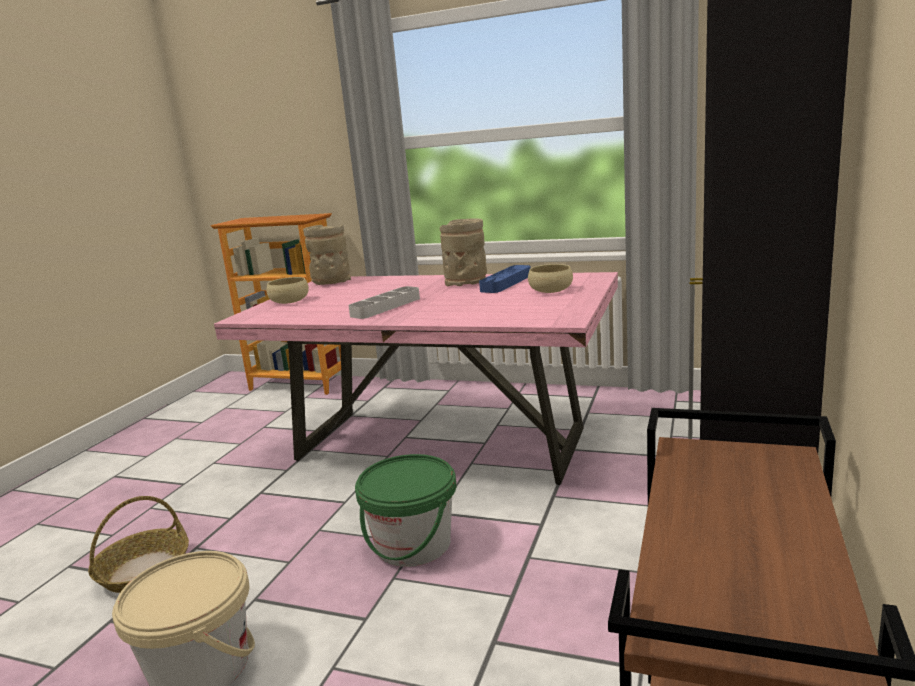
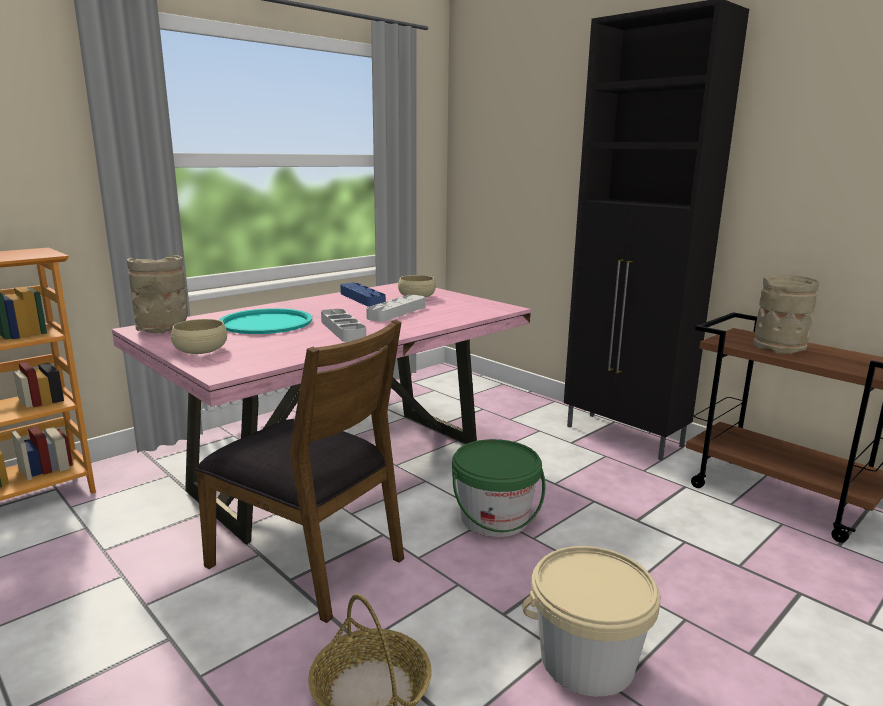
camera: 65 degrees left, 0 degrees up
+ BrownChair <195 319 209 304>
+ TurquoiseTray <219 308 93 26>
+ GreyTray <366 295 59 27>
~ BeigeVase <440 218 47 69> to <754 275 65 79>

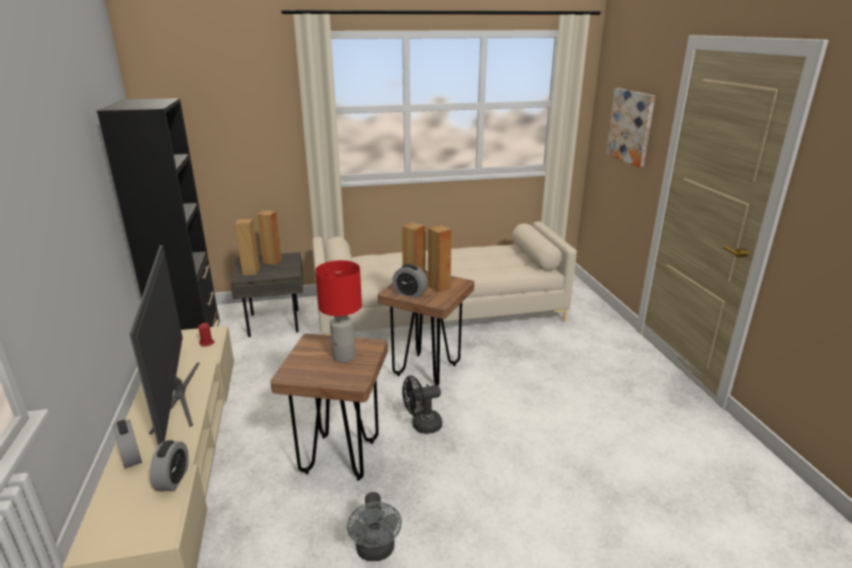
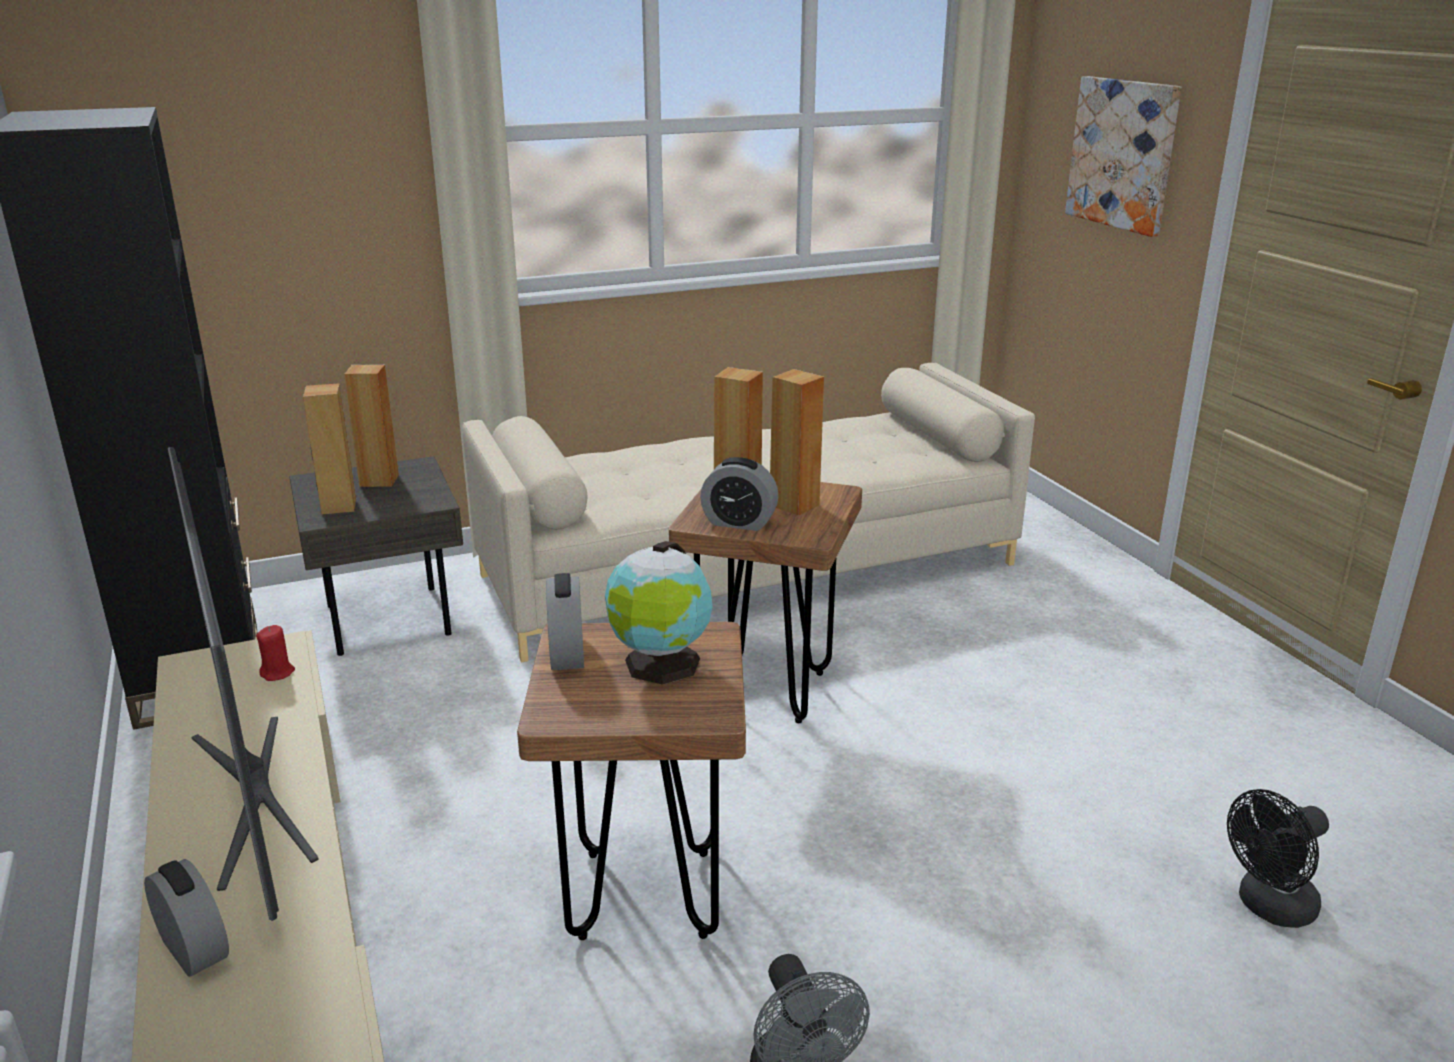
camera: 10 degrees left, 0 degrees up
~ AlarmClock <150 440 39 51> to <546 573 38 97>
~ BlackFan <402 375 40 59> to <1227 789 102 139>
~ RedTableLamp <315 260 47 102> to Globe <605 541 108 144>

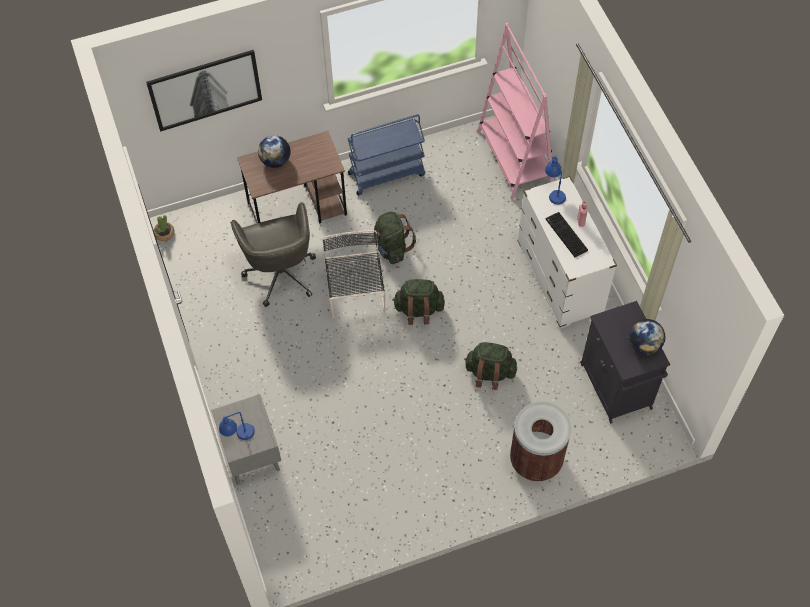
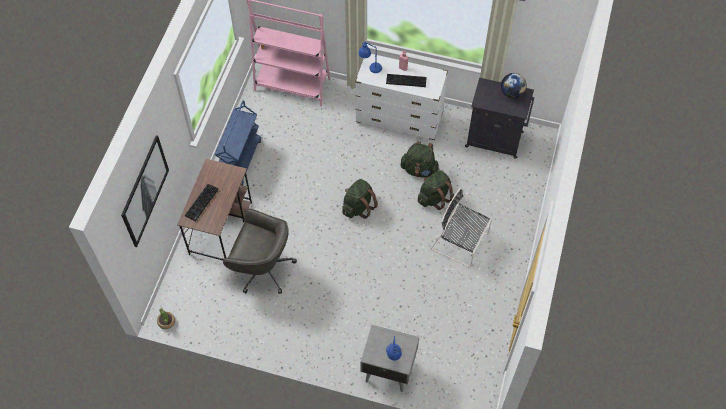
camera: 55 degrees left, 0 degrees up
- BrownTrashCan <510 402 61 79>
~ BlackChair <323 230 63 88> to <431 188 61 79>
~ GreenBackpack <372 212 44 52> to <401 141 39 37>
~ Globe <258 135 33 33> to Keyboard <185 184 34 37>

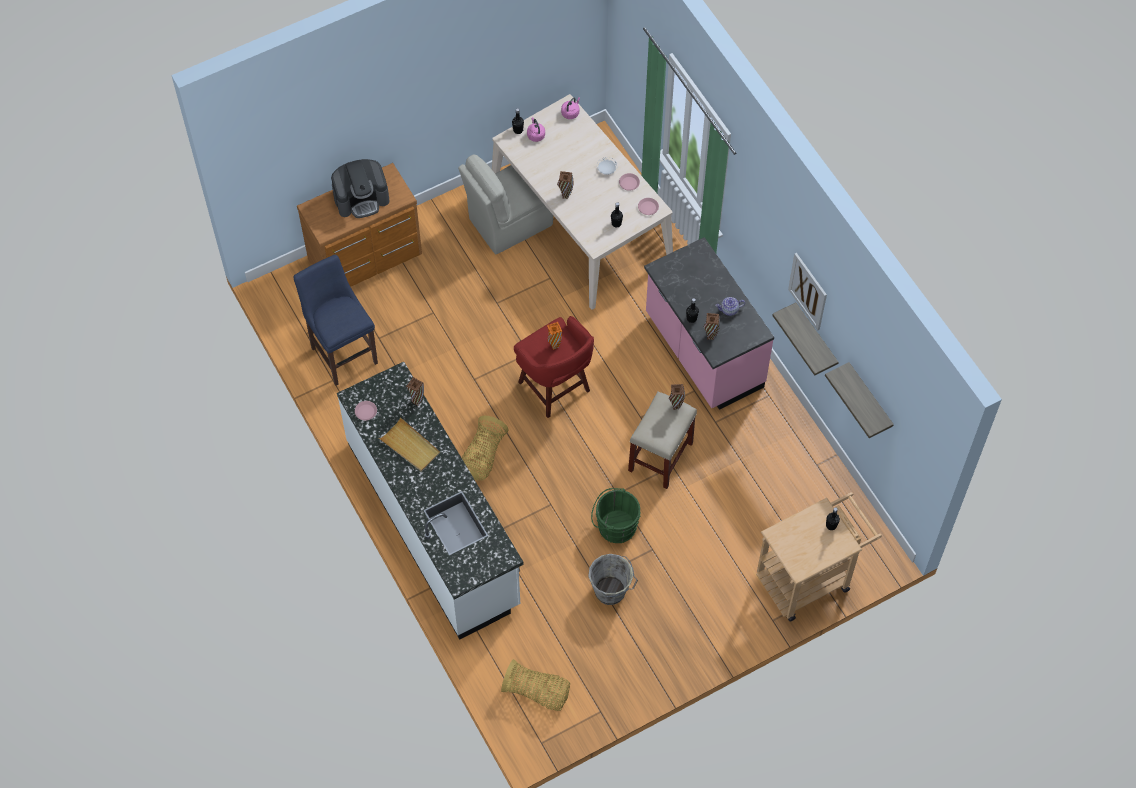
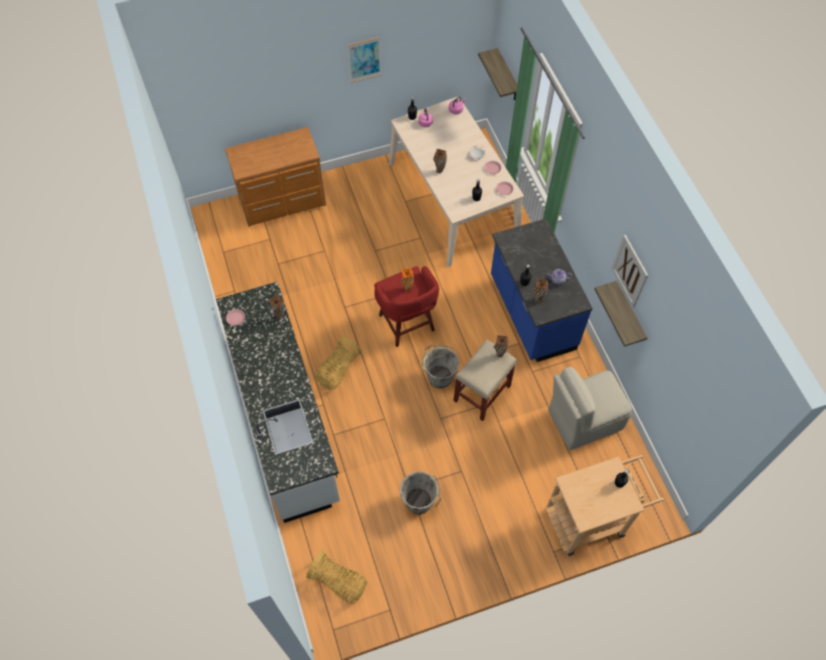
camera: 10 degrees right, 0 degrees up
- BlueStool <294 255 84 131>
- CoffeeMachine <331 159 59 59>
- BeigeTray <379 417 61 55>
- GreenBucket <591 488 50 55>
+ Picture <348 37 33 46>
+ GreyBucket <422 345 37 44>
~ BeigeChair <458 154 95 100> to <548 367 84 83>
~ Shelf <825 362 69 76> to <478 48 39 52>
~ PinkCounter <644 237 130 173> to BlueCounter <491 218 102 144>

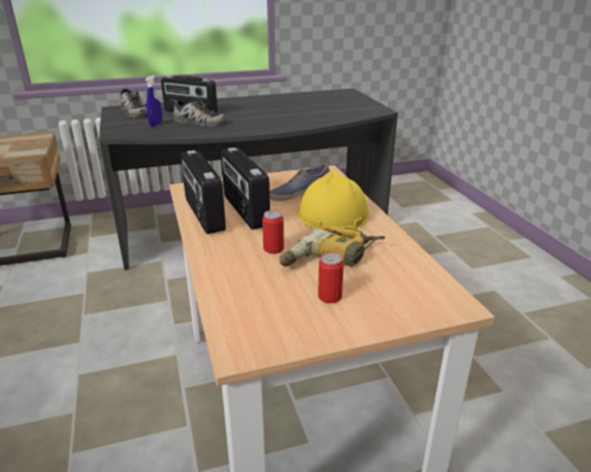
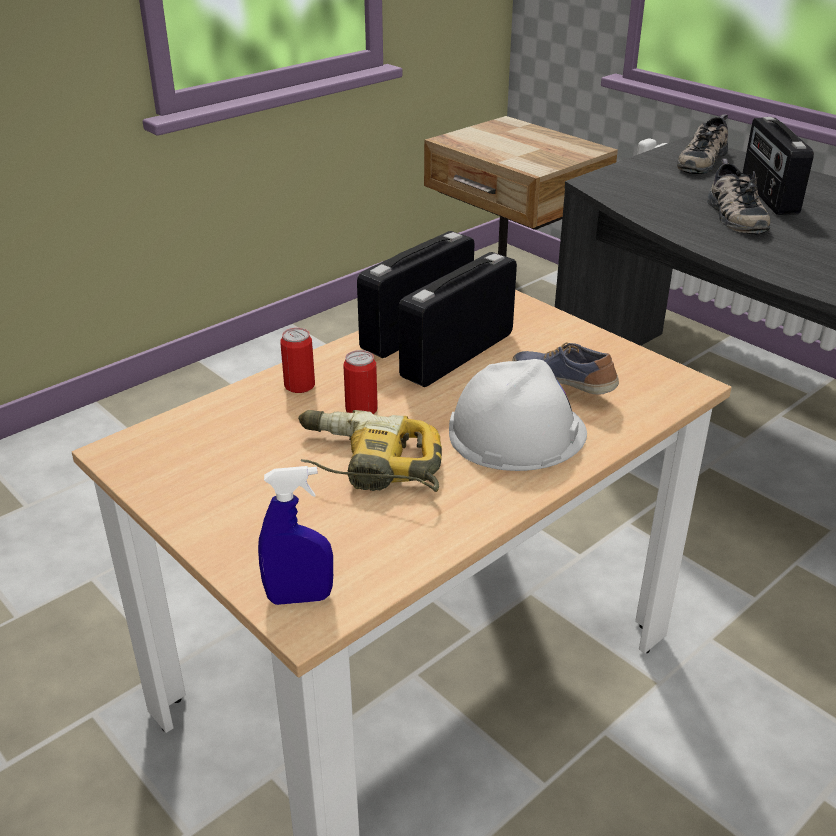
camera: 65 degrees right, 5 degrees up
~ BlueSprayBottle <145 75 18 52> to <258 466 75 139>
~ Can <318 253 26 50> to <280 328 35 65>
~ YellowHardHat <298 170 71 60> to WhiteHardHat <449 359 138 112>

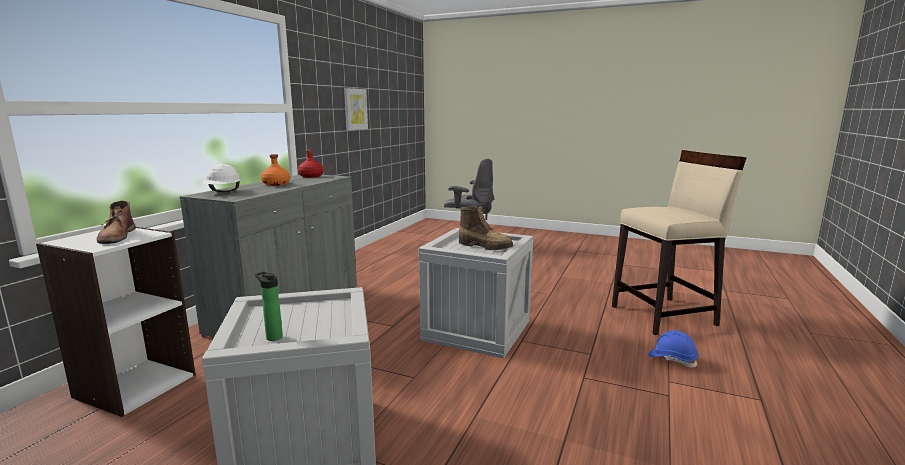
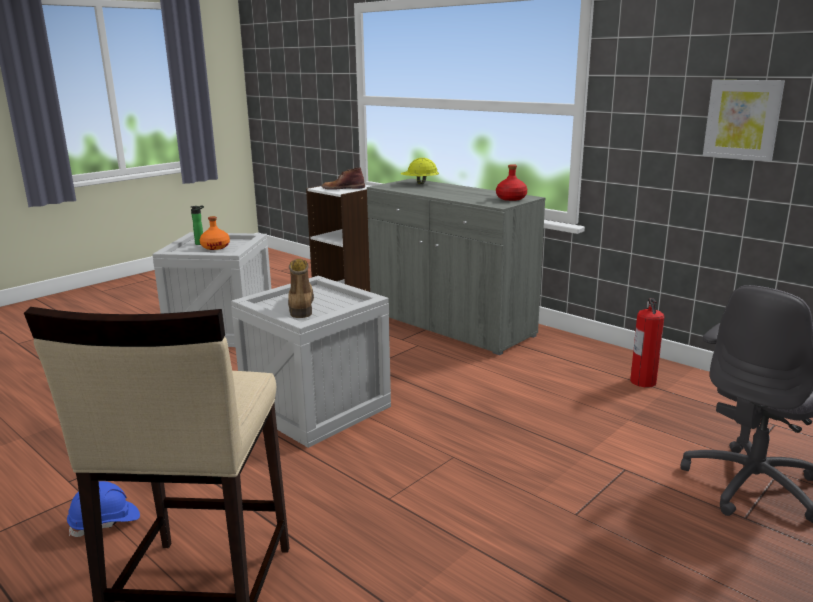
camera: 110 degrees right, 5 degrees up
+ FireExtinguisher <630 298 34 89>
~ OrangeBottle <261 154 29 32> to <200 216 30 34>
~ WhiteHardHat <202 163 39 29> to YellowHardHat <401 158 38 26>
~ Boot <459 206 54 44> = <288 259 26 59> 120 degrees clockwise

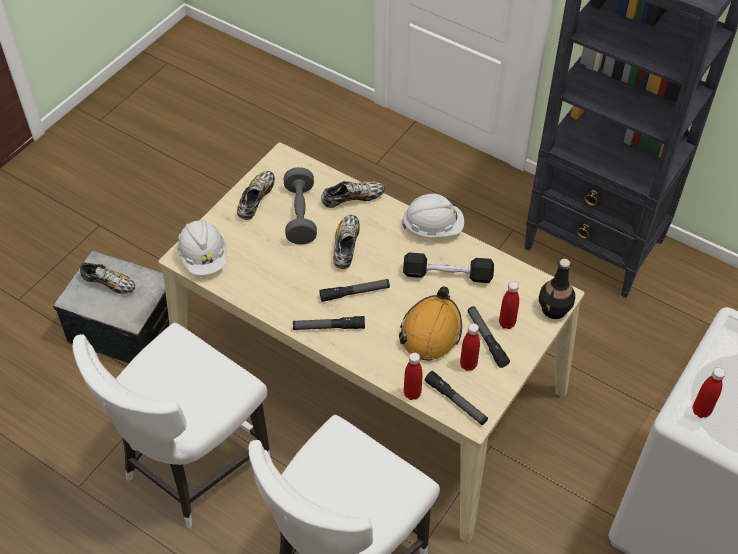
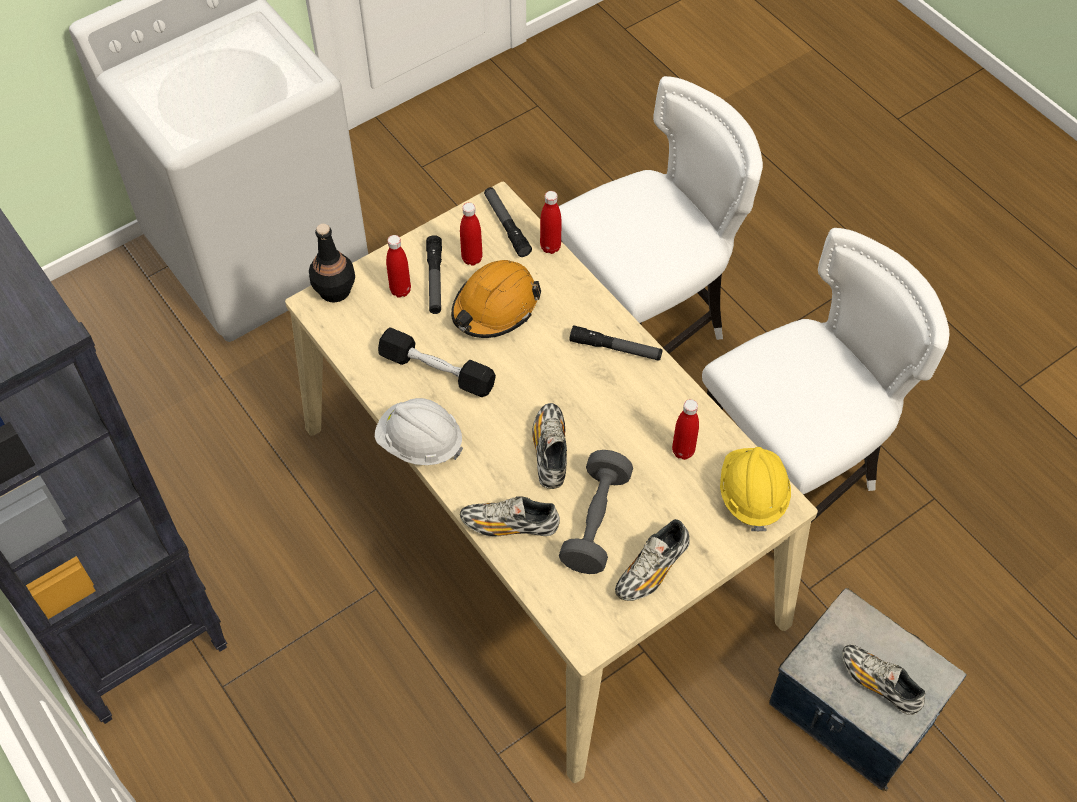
camera: 160 degrees left, 5 degrees up
- Flashlight <319 279 71 23>
~ RedBottle <693 367 32 51> to <672 399 27 61>
~ WhiteHardHat <177 219 50 56> to YellowHardHat <720 447 71 84>
~ Shoe <333 215 27 54> = <532 403 35 86> 150 degrees clockwise

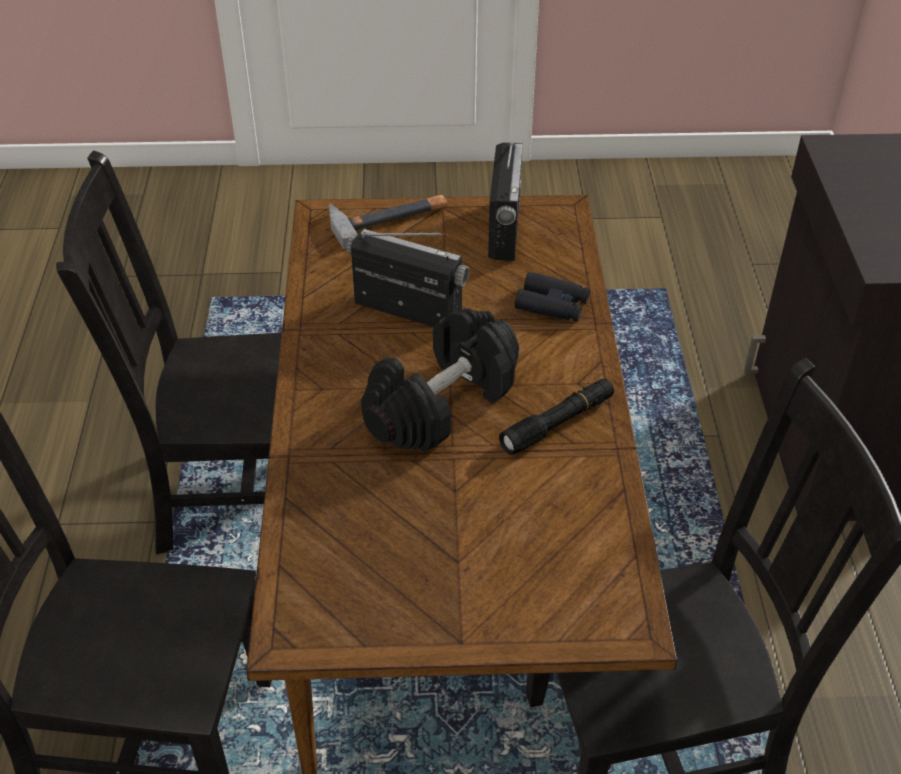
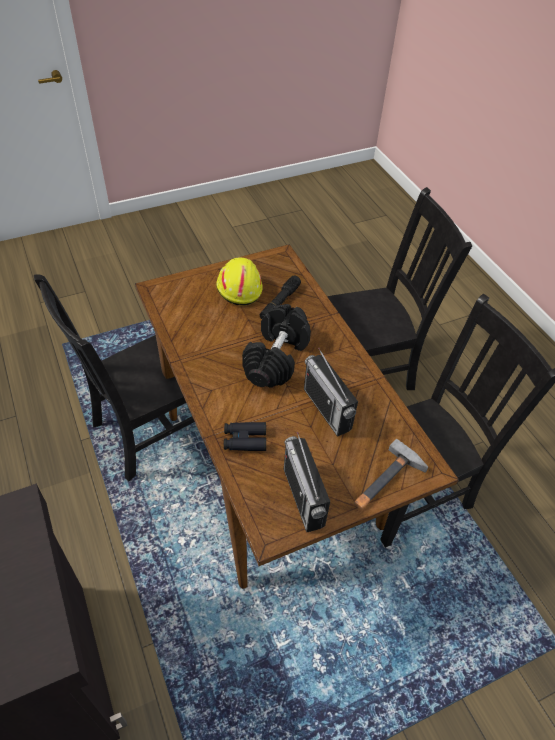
camera: 155 degrees right, 5 degrees up
+ YellowHardHat <216 257 47 49>
~ BlackFlashlight <499 379 115 76> to <260 275 41 44>
~ Radio <347 229 122 98> = <304 348 54 89> 60 degrees clockwise

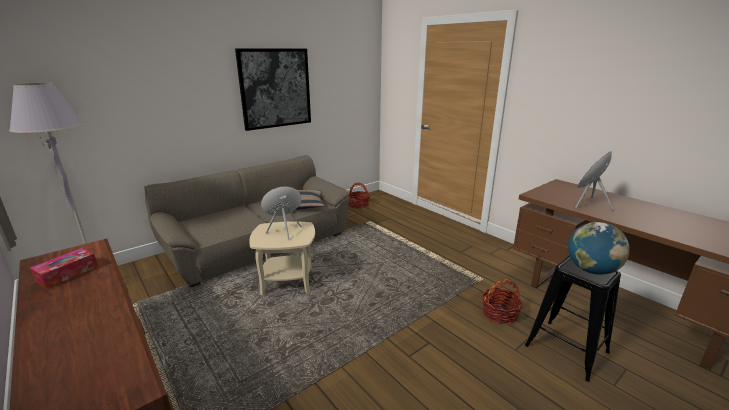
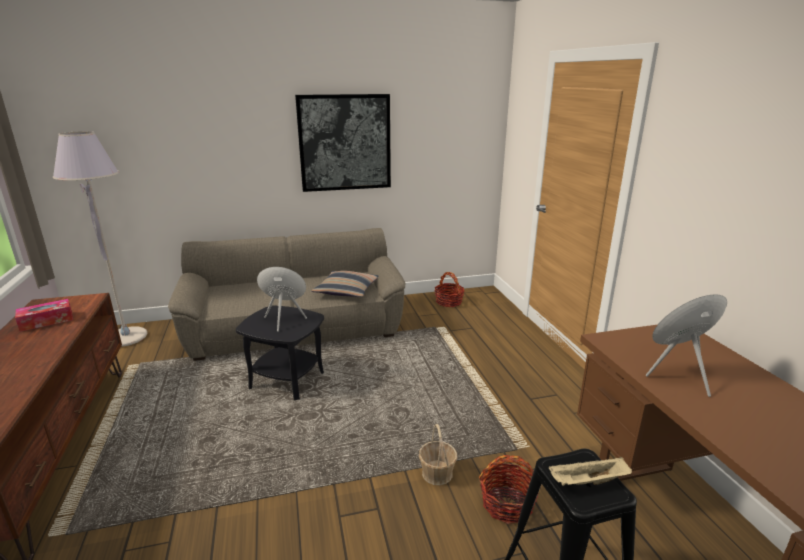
camera: 25 degrees right, 0 degrees up
+ Basket <419 424 38 61>
~ Globe <568 222 62 53> to BeigeTray <549 457 83 29>
~ BeigeSideTable <249 221 66 75> to BlackSideTable <236 305 88 95>

